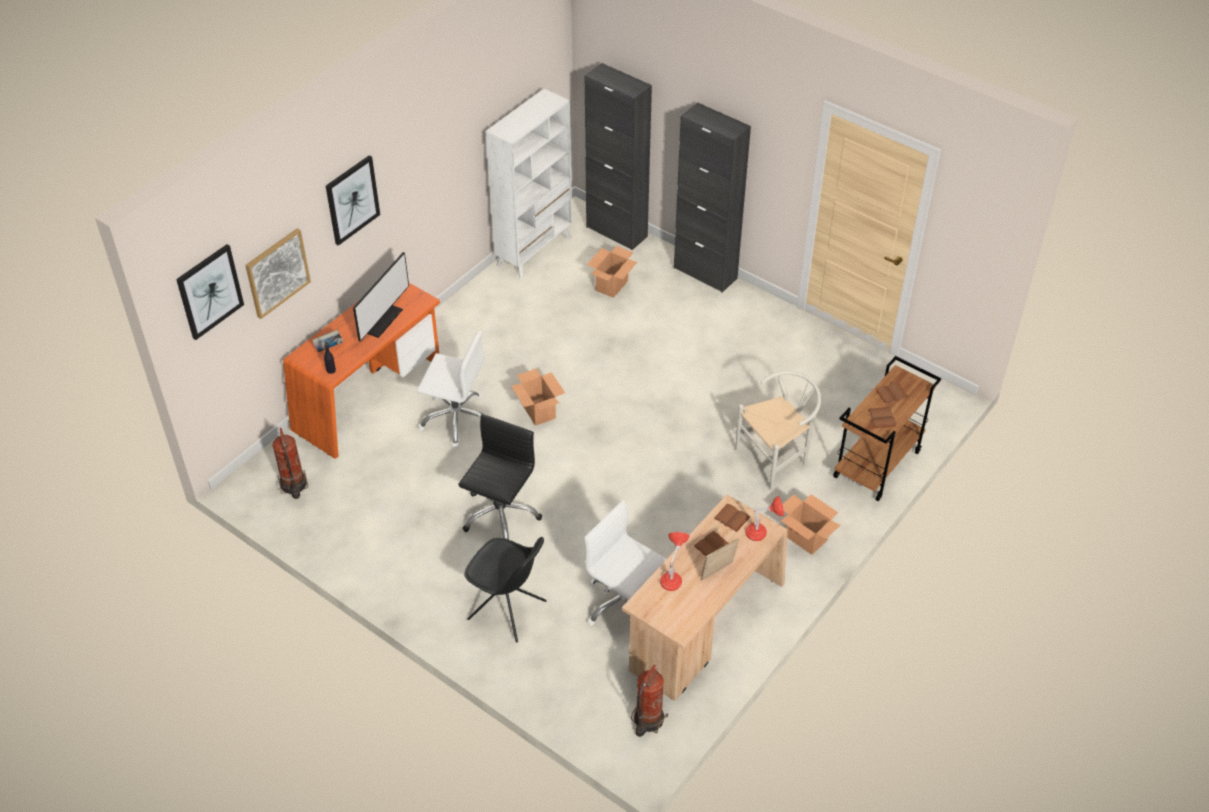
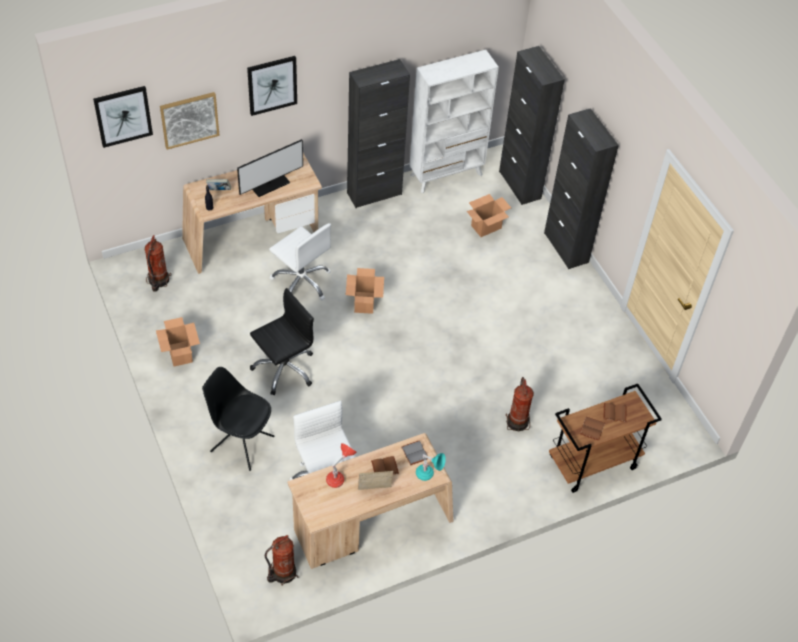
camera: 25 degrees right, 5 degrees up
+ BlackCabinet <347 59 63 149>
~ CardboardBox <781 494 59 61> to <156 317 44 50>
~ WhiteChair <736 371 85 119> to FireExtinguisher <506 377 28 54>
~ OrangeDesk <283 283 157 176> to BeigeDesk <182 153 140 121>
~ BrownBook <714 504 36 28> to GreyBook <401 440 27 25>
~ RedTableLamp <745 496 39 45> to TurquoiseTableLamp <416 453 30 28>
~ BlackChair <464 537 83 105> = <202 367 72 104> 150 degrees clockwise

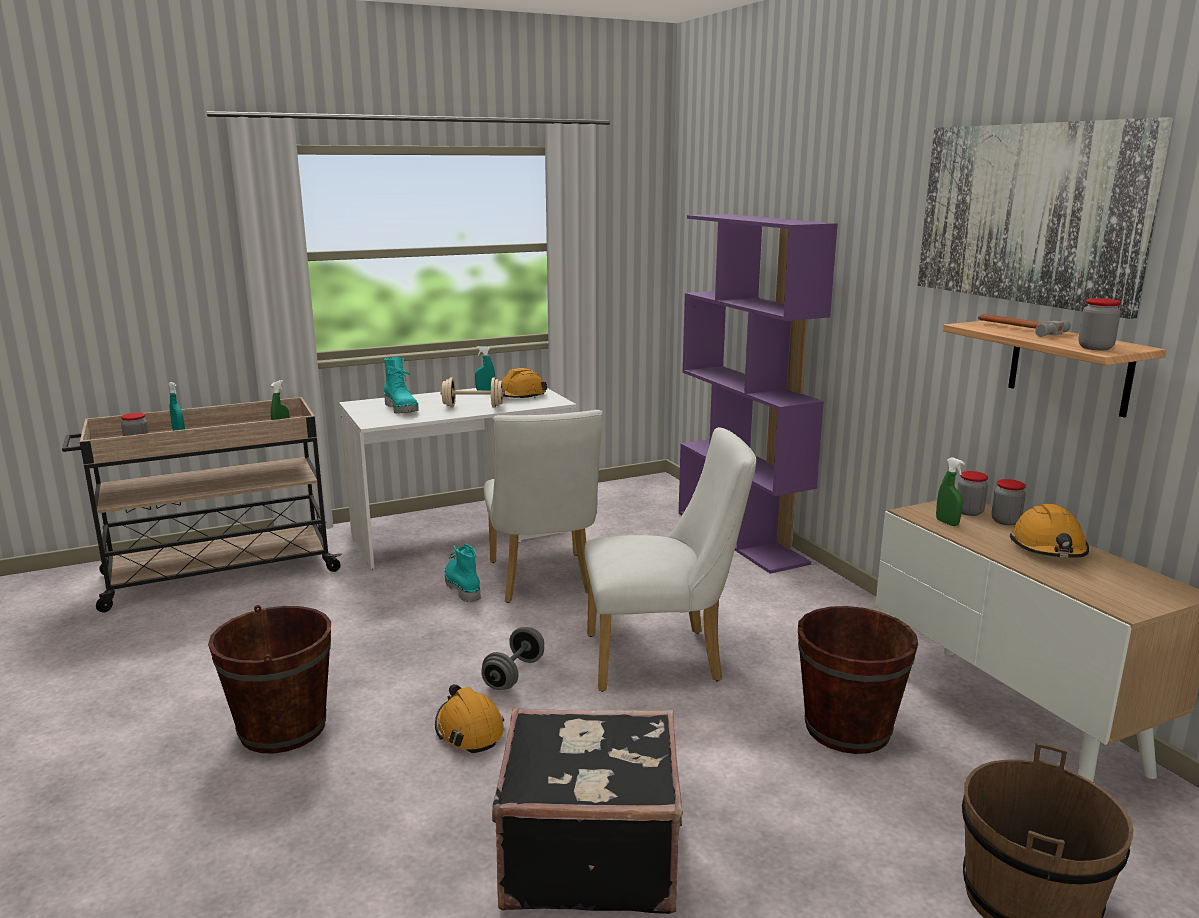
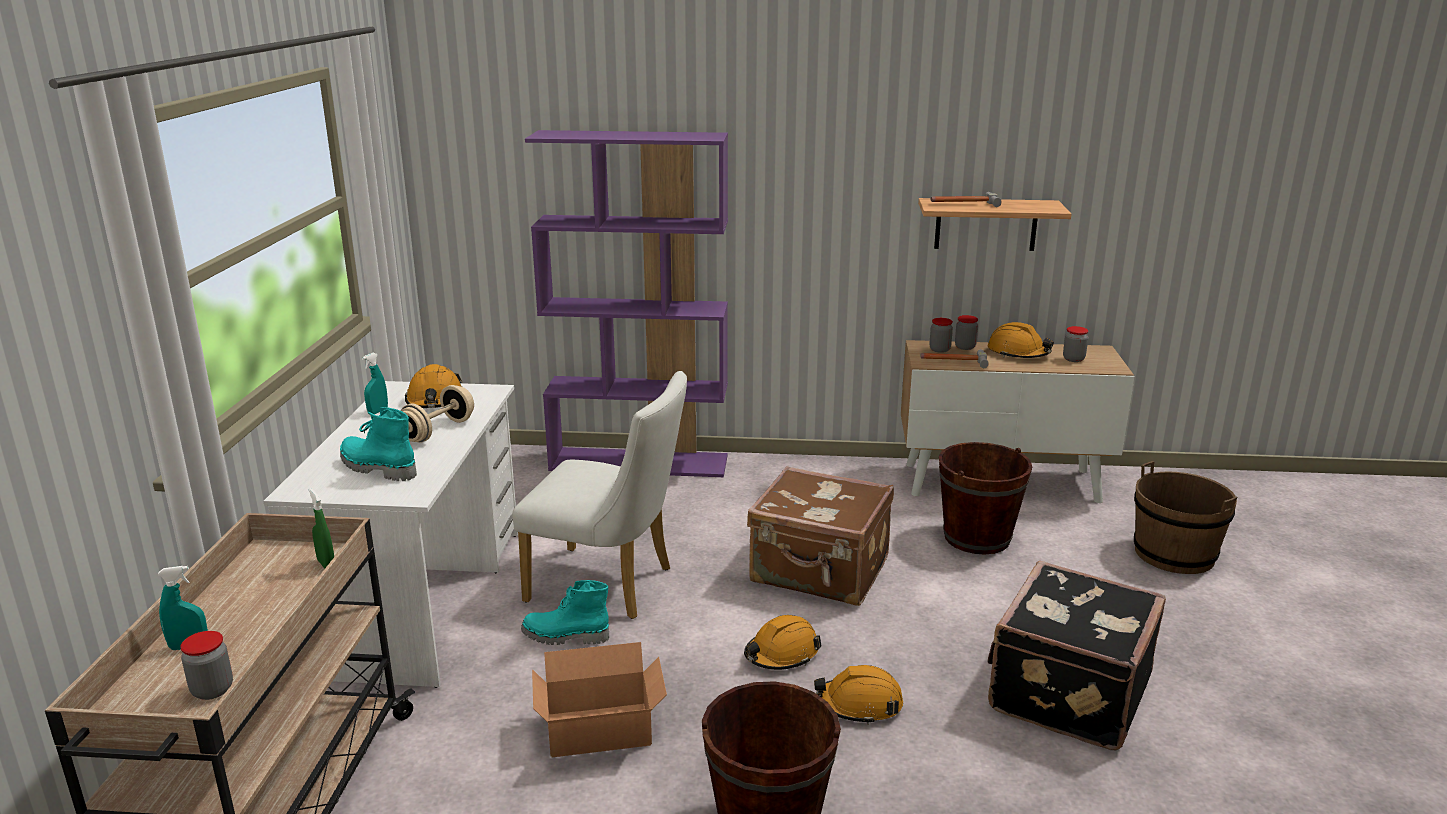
camera: 60 degrees left, 5 degrees up
- Picture <918 117 255 202>
+ CardboardBox <532 642 135 115>
~ Jar <1078 298 43 52> to <1063 326 26 36>
~ GreyDumbbell <481 627 63 63> to OrangeHardHat <744 615 77 55>
~ WhiteChair <584 427 172 265> to BrownSuitcase <747 466 147 140>
~ GreenSprayBottle <936 457 29 69> to Hammer <921 350 68 18>
~ TurquoiseBoot <384 357 35 56> = <340 407 77 74> 150 degrees counterclockwise

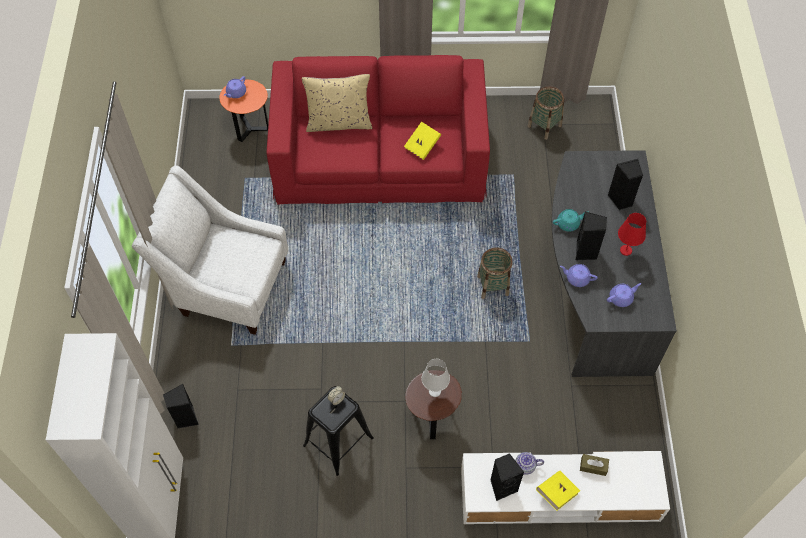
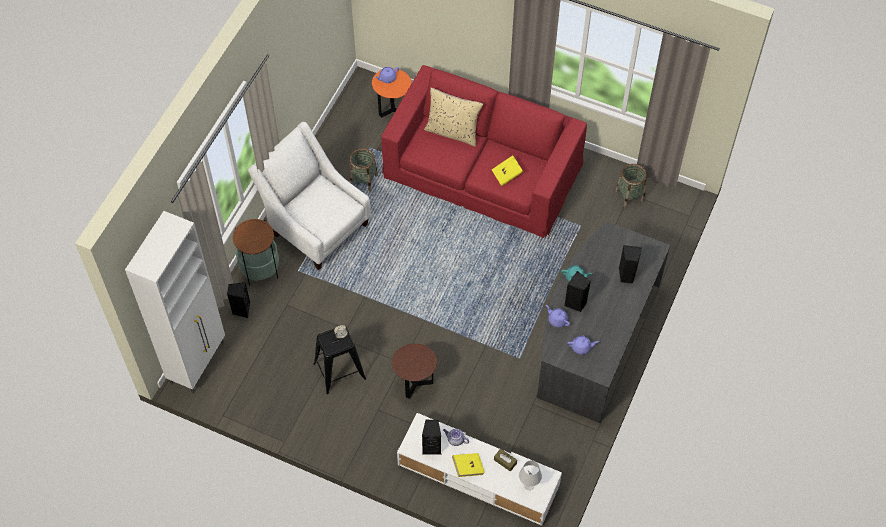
camera: 25 degrees right, 0 degrees up
- RedTableLamp <618 213 28 43>
+ SideTable <233 219 46 67>
~ WhiteTableLamp <421 359 29 38> to <519 460 23 30>
~ Basket <477 248 36 51> to <350 148 28 44>

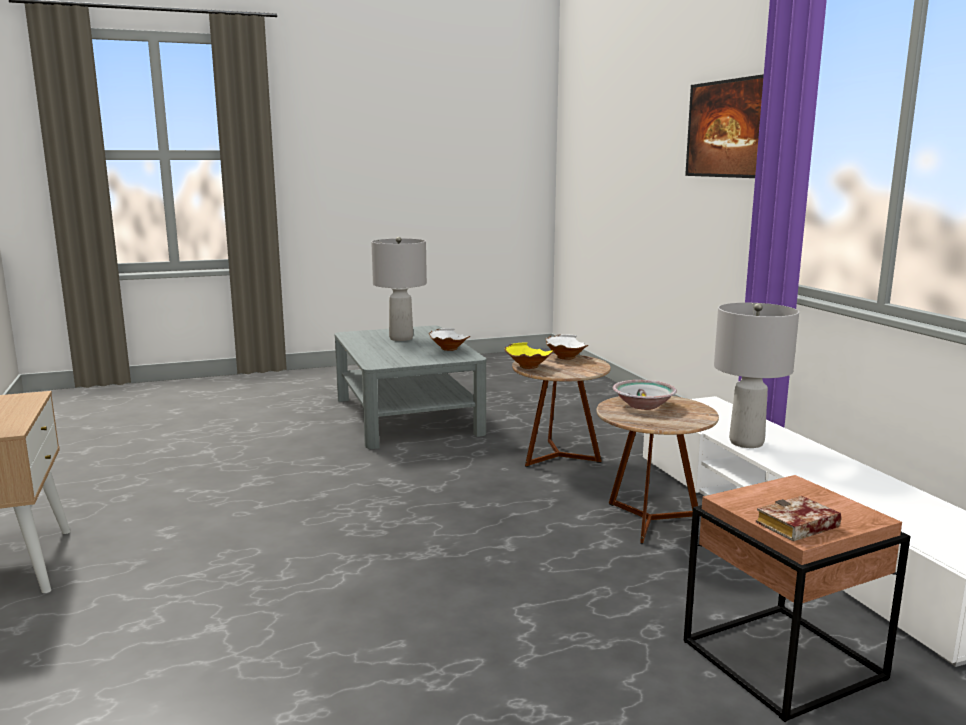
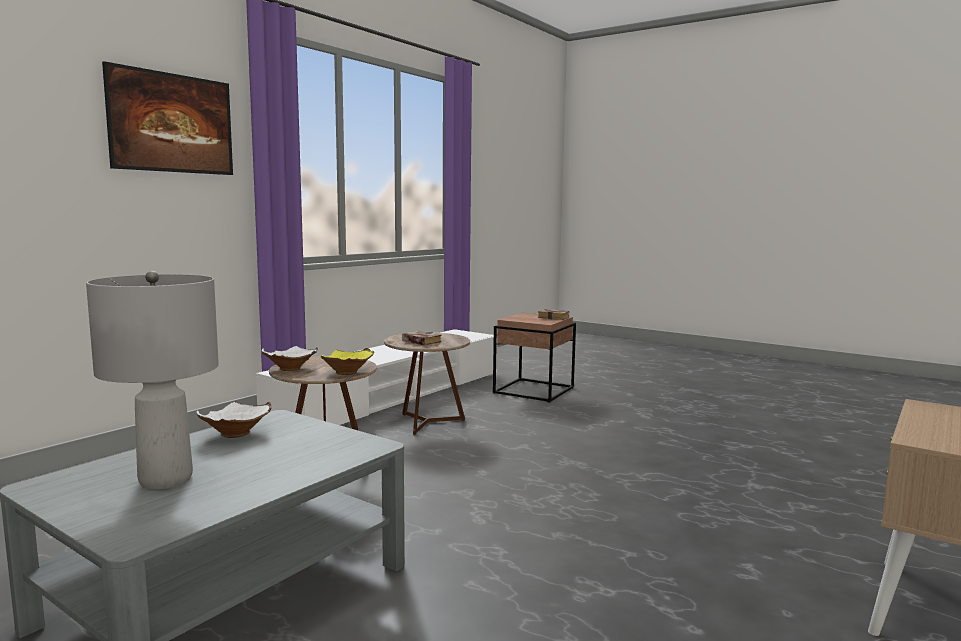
camera: 125 degrees left, 5 degrees down
- GreyTableLamp <714 303 85 145>
~ Bowl <613 380 64 30> to Book <402 331 40 14>

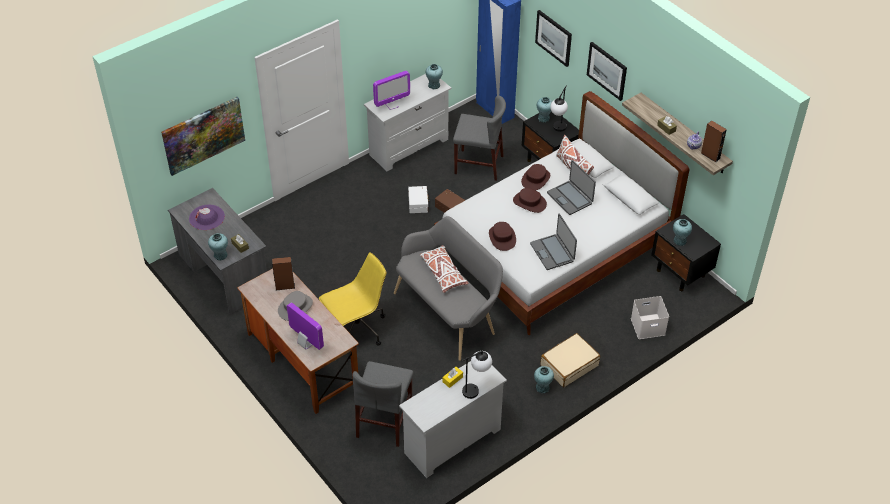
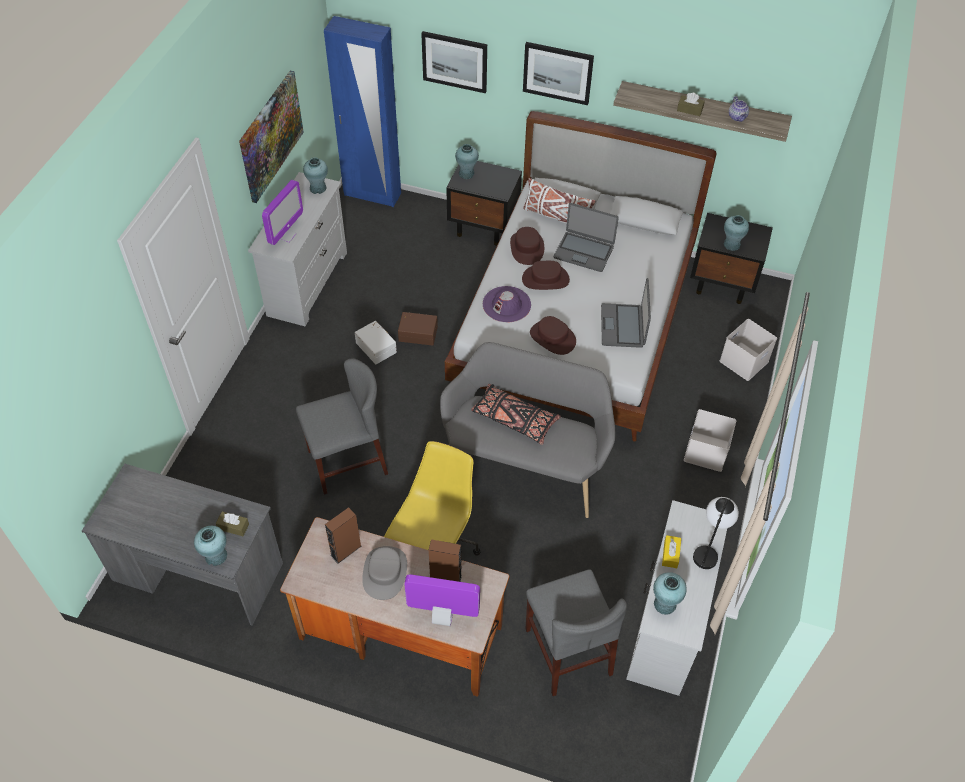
camera: 35 degrees left, 5 degrees up
- TableLamp <550 85 18 47>
~ Picture <161 97 84 79> to <239 70 65 133>
~ PurpleHat <189 205 36 25> to <483 286 48 36>
~ GreyChair <453 96 53 85> to <296 358 92 137>
~ TurquoiseVase <534 366 20 27> to <653 572 34 43>
~ BrownSpeaker <701 121 26 41> to <429 539 33 43>
~ BeigeSuitcase <540 333 60 54> to WhiteStorageBox <684 409 52 63>
~ WhitePillow <420 245 49 48> to BlackPillow <471 384 90 61>
~ Laptop <530 214 47 56> = <601 278 50 70> 60 degrees clockwise

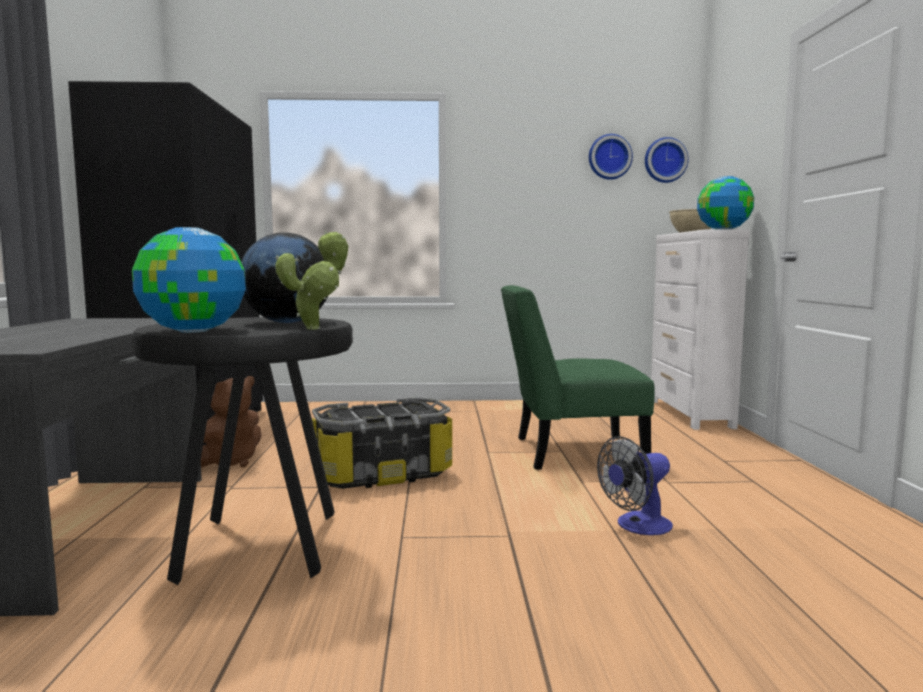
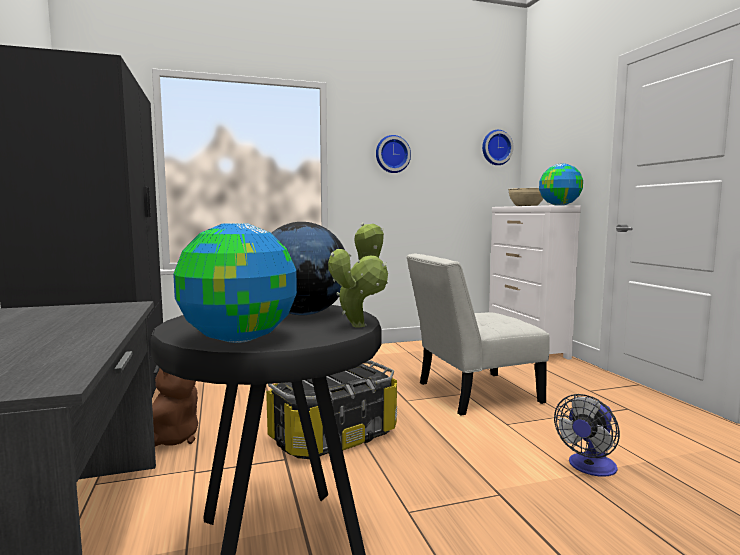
camera: 15 degrees left, 0 degrees up
~ WallClock <589 134 44 46> to <376 135 35 38>
~ GreenChair <501 285 154 185> to WhiteChair <407 254 143 162>

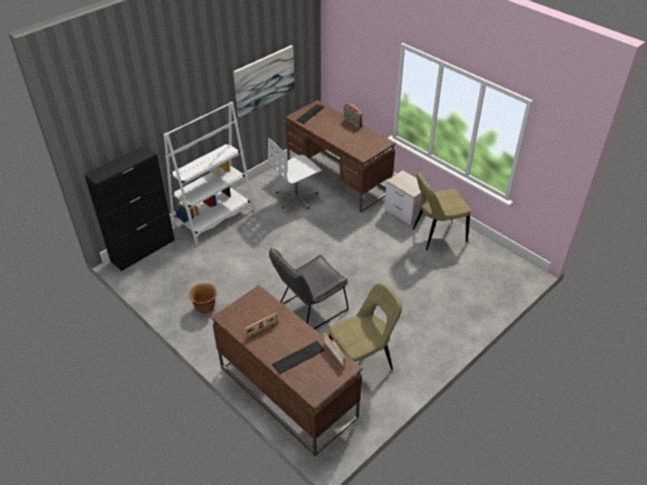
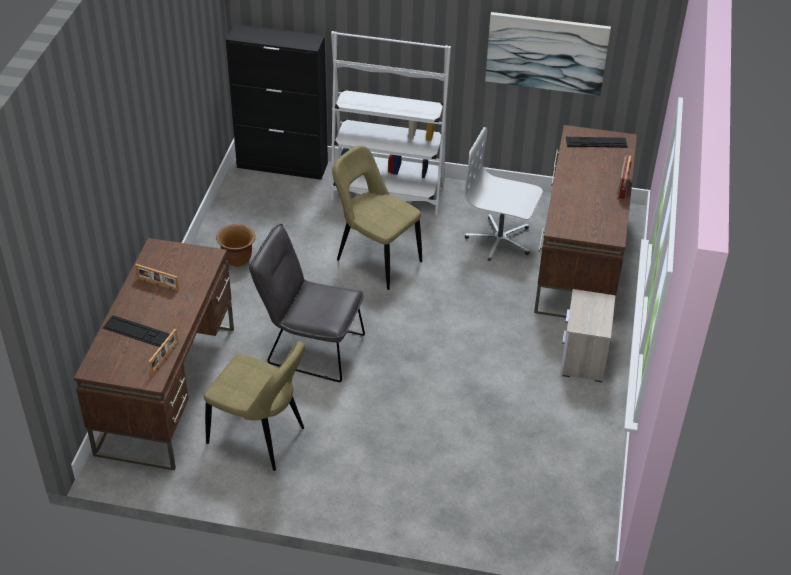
camera: 55 degrees right, 0 degrees up
~ BeigeChair <413 172 58 79> to <332 146 90 144>

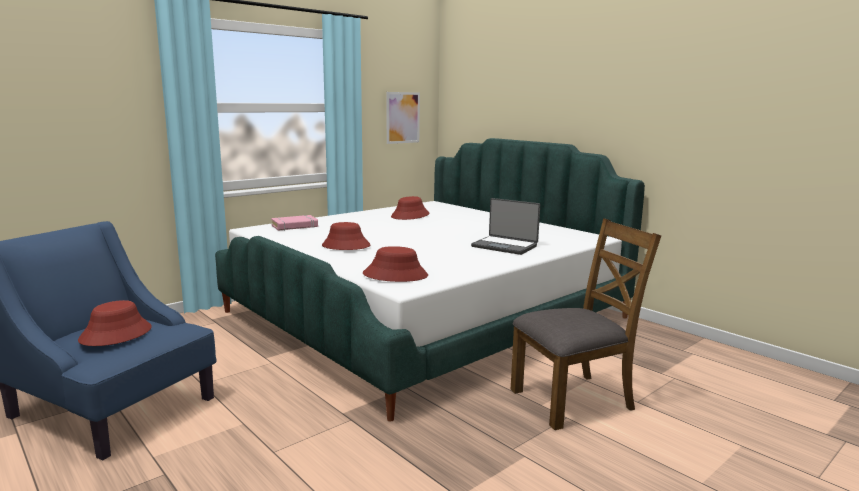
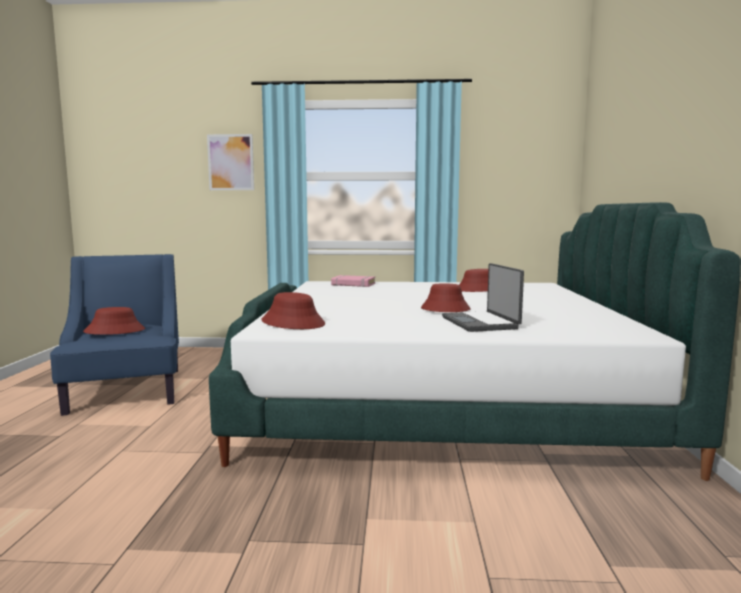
camera: 45 degrees right, 5 degrees down
- BrownChair <511 218 150 212>
~ RedHat <322 222 49 28> to <421 283 50 29>
~ Picture <386 92 34 52> to <207 134 47 56>

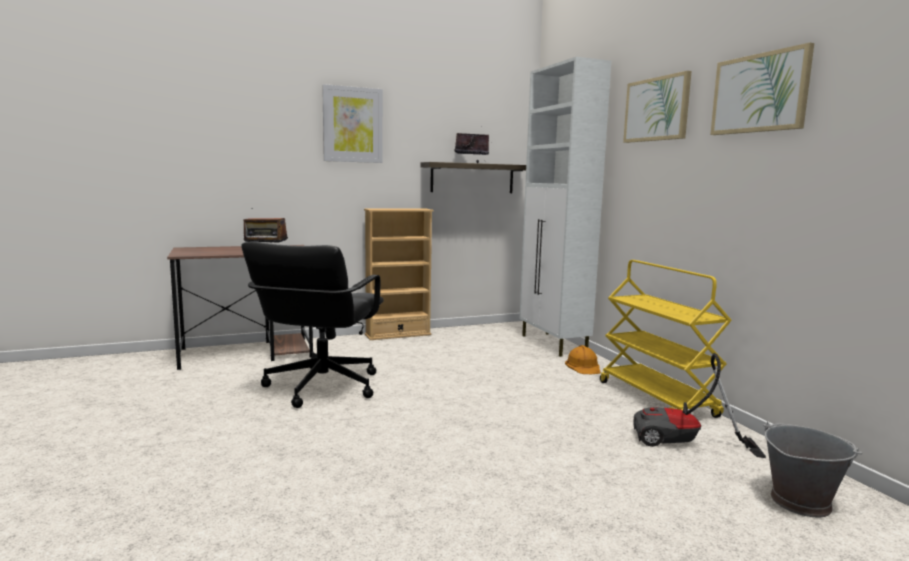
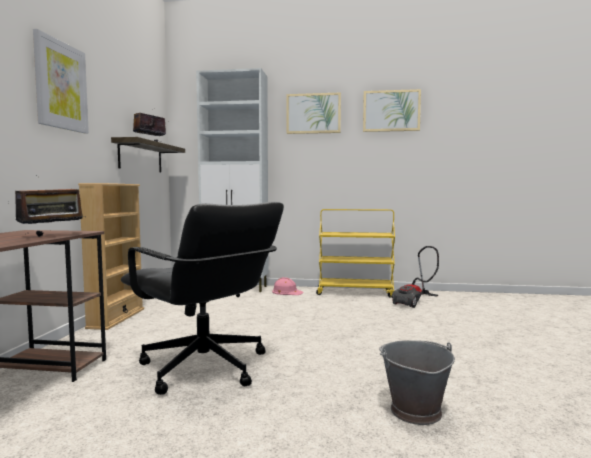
camera: 60 degrees left, 5 degrees down
~ GreyBucket <763 421 99 96> to <379 340 76 85>
~ OrangeHardHat <565 345 36 29> to PinkHardHat <272 277 32 18>

